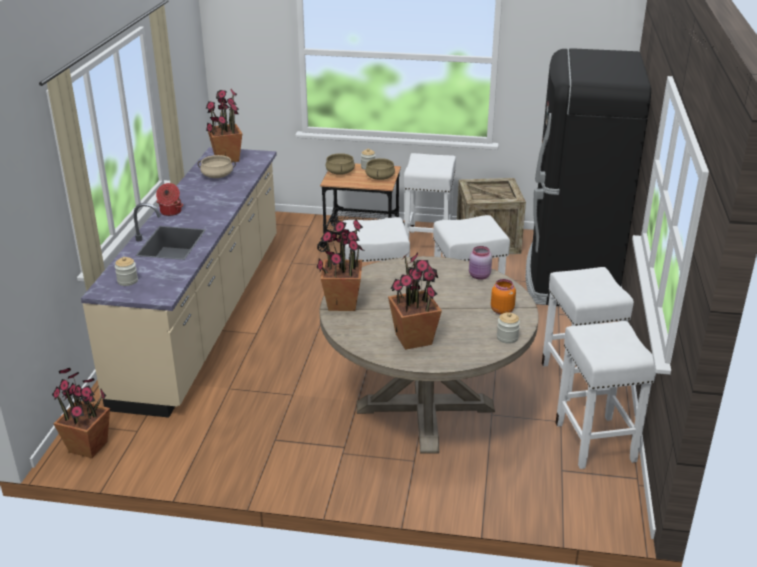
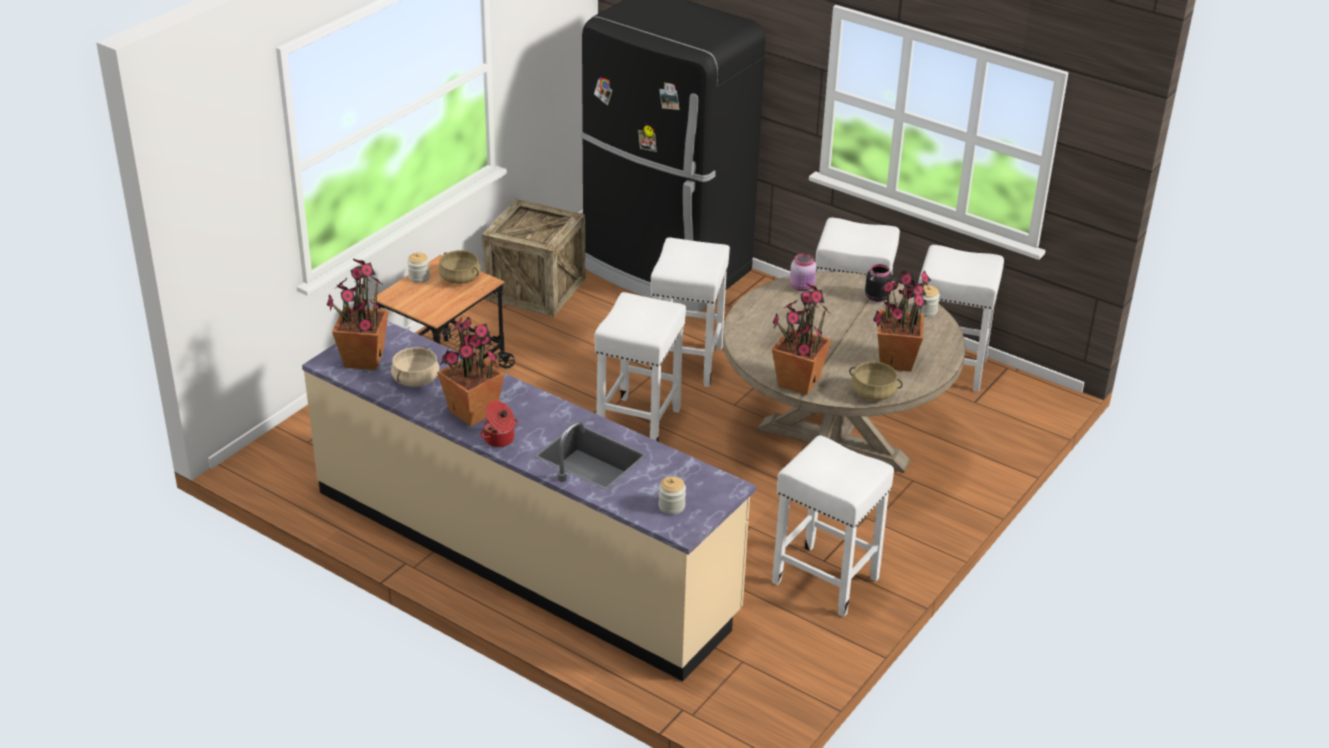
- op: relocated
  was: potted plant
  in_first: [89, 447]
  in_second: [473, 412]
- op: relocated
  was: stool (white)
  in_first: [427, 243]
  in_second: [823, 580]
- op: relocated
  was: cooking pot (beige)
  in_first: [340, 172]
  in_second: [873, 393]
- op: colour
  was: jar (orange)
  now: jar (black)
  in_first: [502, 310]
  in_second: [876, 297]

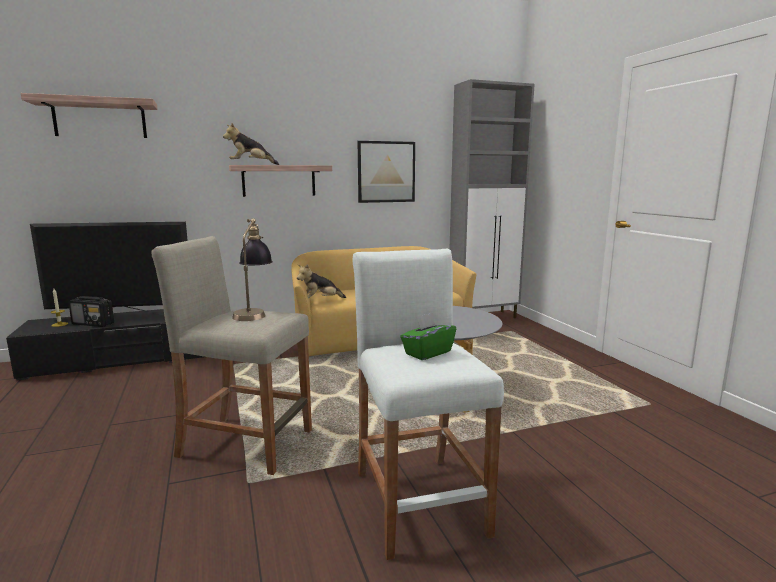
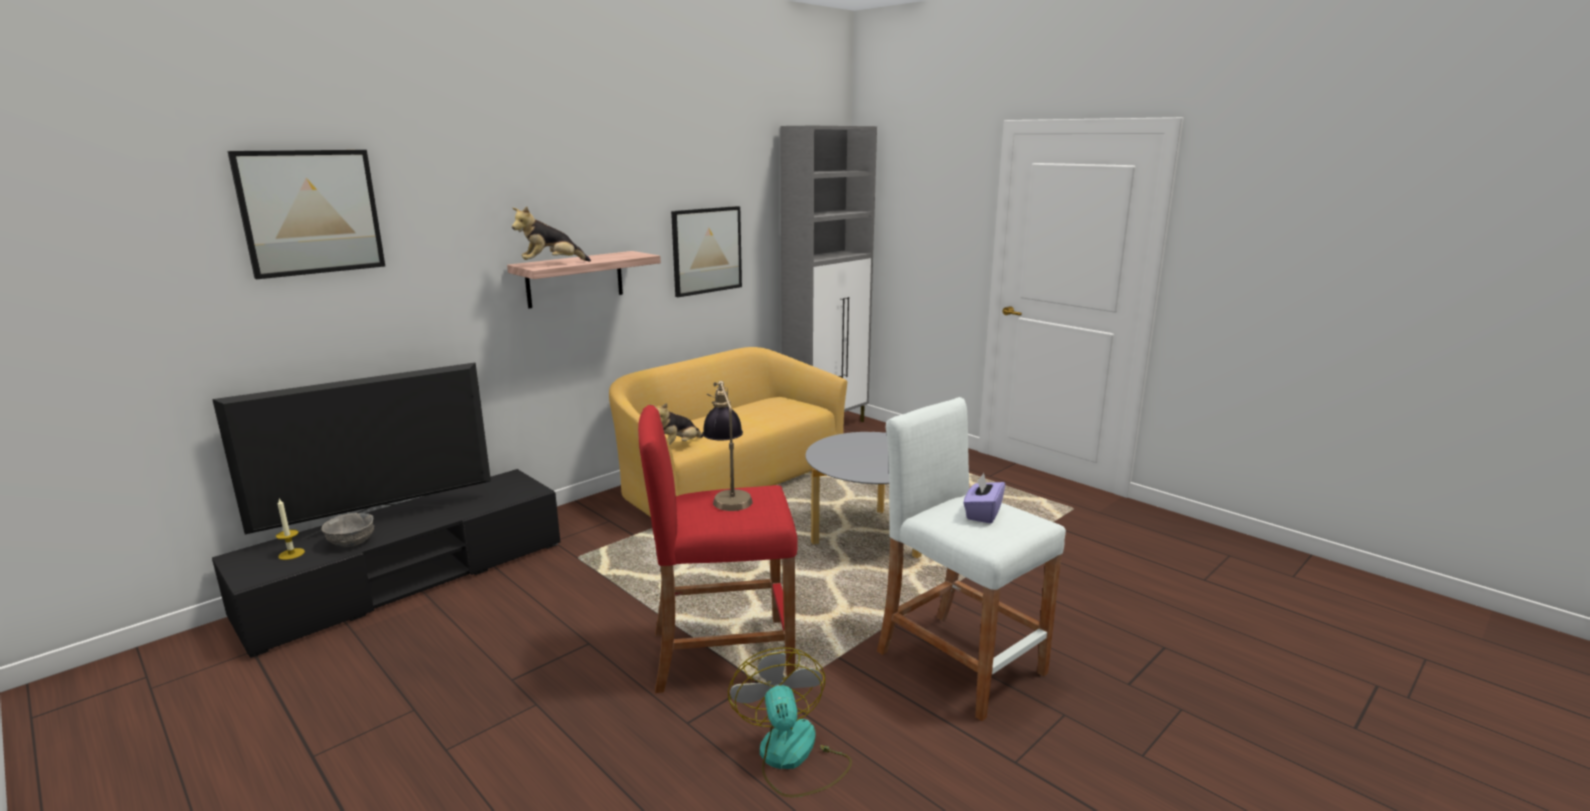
- op: exchanged
  was: shelf
  now: picture
  in_first: [100, 119]
  in_second: [311, 212]
- op: exchanged
  was: radio
  now: bowl (grey)
  in_first: [93, 324]
  in_second: [352, 542]
- op: colour
  was: stool (beige)
  now: stool (red)
  in_first: [246, 443]
  in_second: [722, 654]
- op: appeared
  now: fan
  in_second: [792, 757]
- op: colour
  was: tissue box (green)
  now: tissue box (purple)
  in_first: [427, 353]
  in_second: [982, 513]

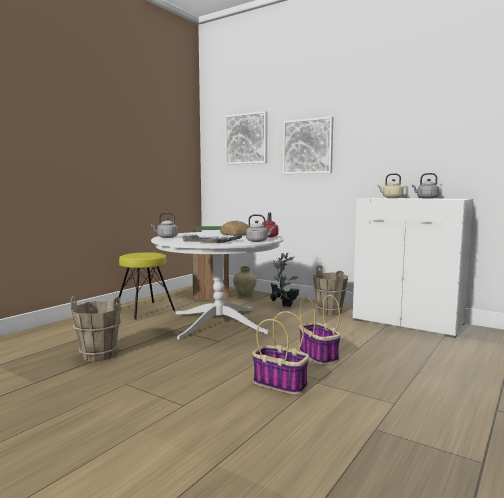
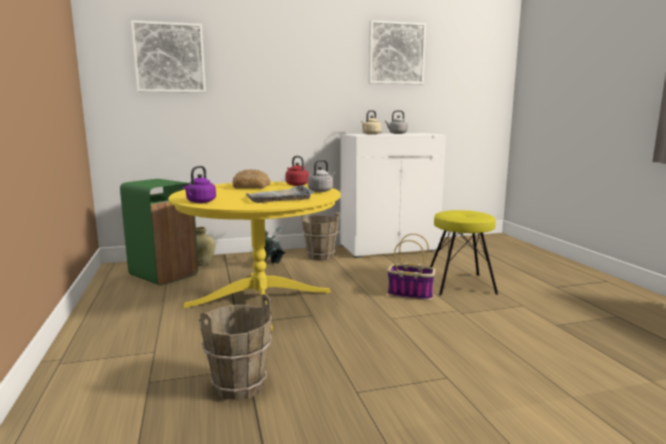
- op: colour
  was: dining table (white)
  now: dining table (yellow)
  in_first: [219, 323]
  in_second: [260, 299]
- op: colour
  was: kettle (grey)
  now: kettle (purple)
  in_first: [166, 237]
  in_second: [200, 202]
- op: relocated
  was: picture
  in_first: [308, 146]
  in_second: [396, 53]
- op: relocated
  was: stool (yellow)
  in_first: [144, 310]
  in_second: [459, 284]
- op: missing
  was: basket
  in_first: [281, 384]

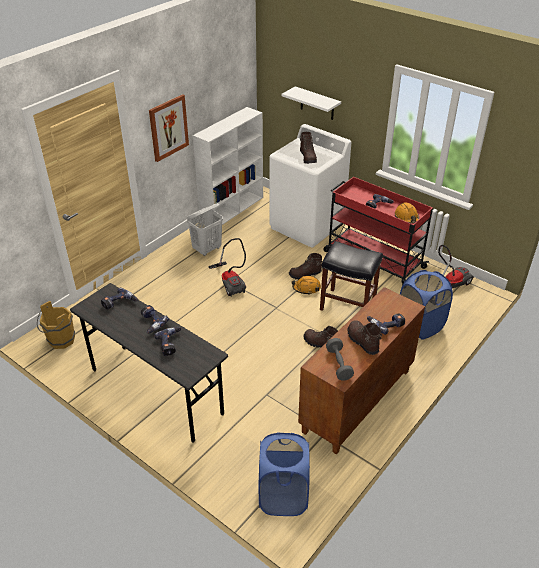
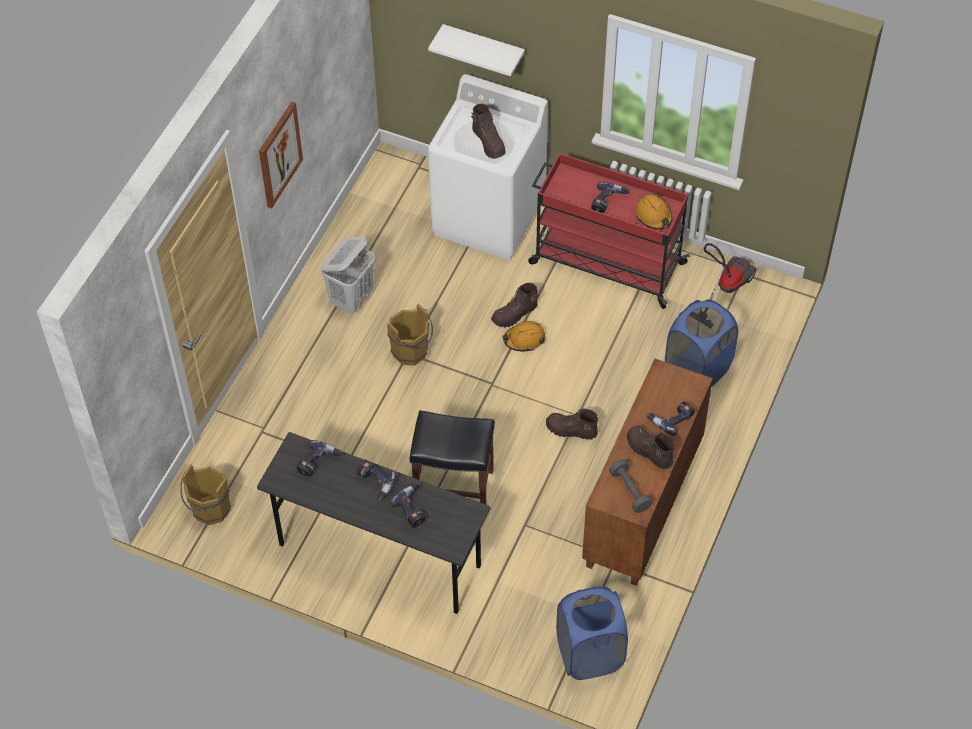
- op: exchanged
  was: vacuum cleaner
  now: bucket (brown)
  in_first: [231, 282]
  in_second: [411, 353]
- op: relocated
  was: stool (black)
  in_first: [348, 305]
  in_second: [455, 487]
- op: missing
  was: bookcase (white)
  in_first: [232, 209]

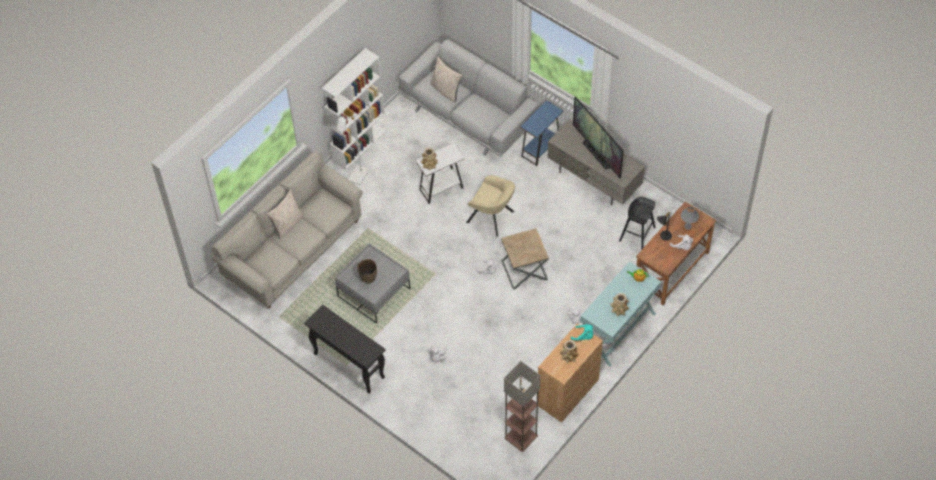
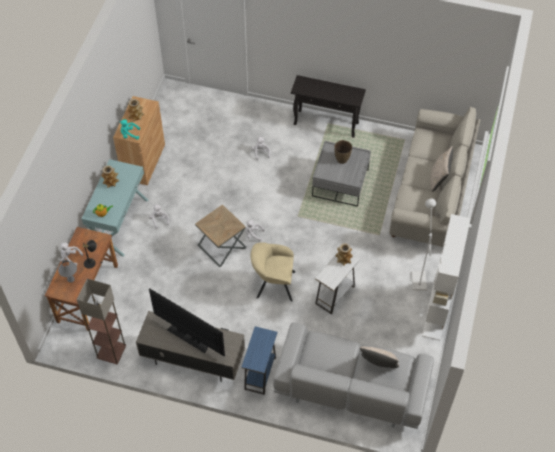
- op: relocated
  was: floor lamp
  in_first: [521, 437]
  in_second: [111, 351]
- op: missing
  was: stool (black)
  in_first: [637, 234]

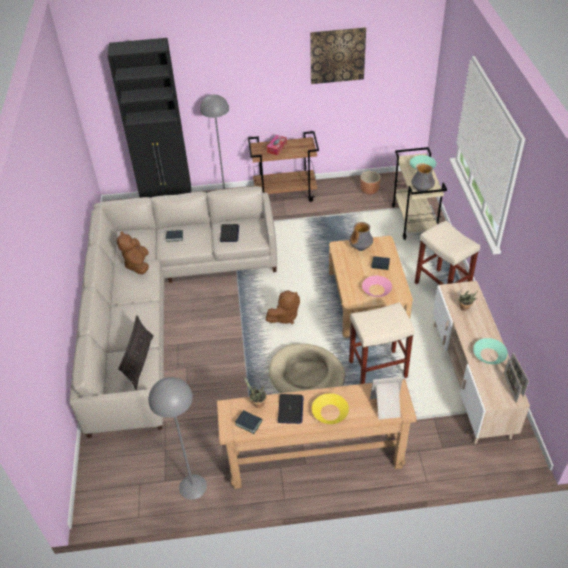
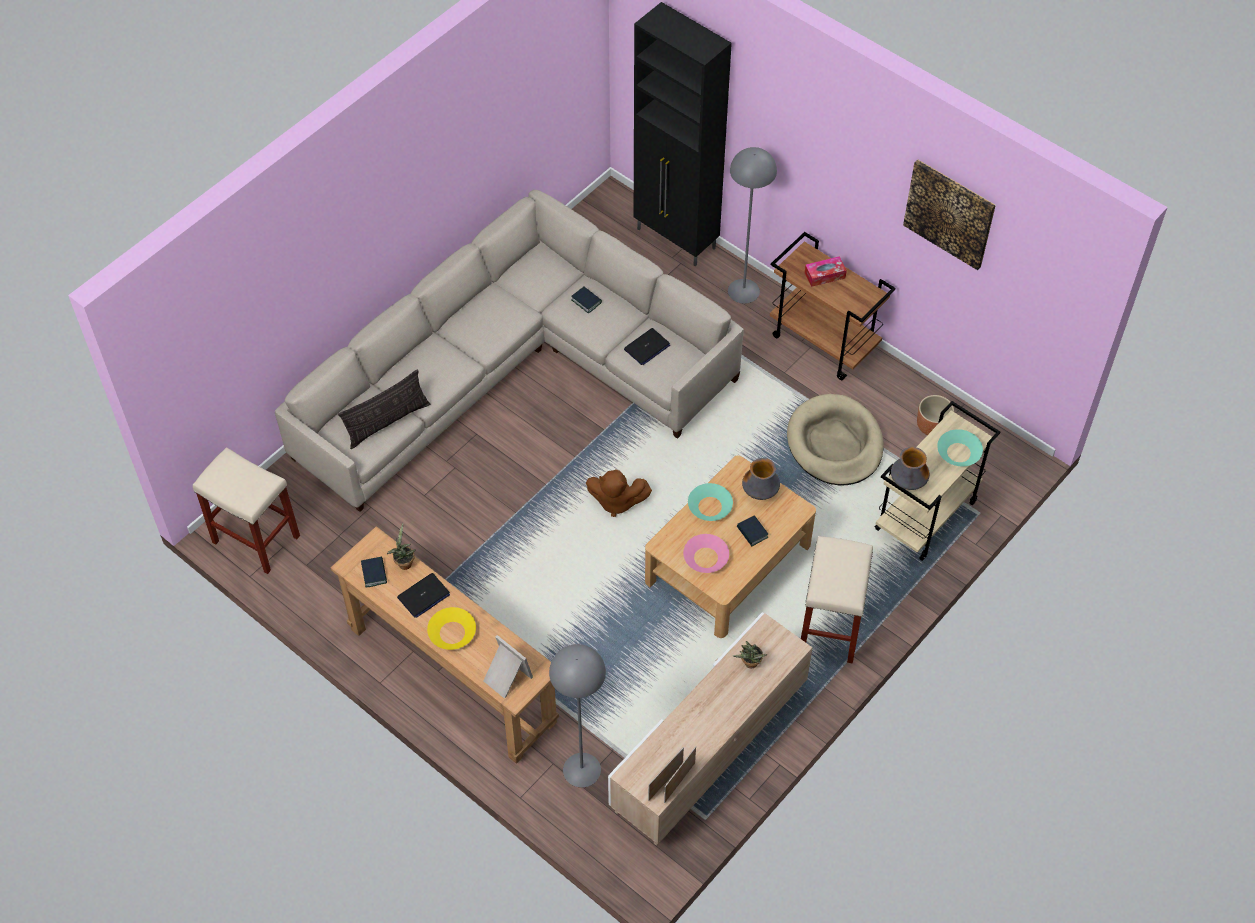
- op: relocated
  was: stool (beige)
  in_first: [377, 369]
  in_second: [255, 539]
- op: relocated
  was: floor lamp (grey)
  in_first: [193, 486]
  in_second: [582, 770]
- op: relocated
  was: bowl (turquoise)
  in_first: [489, 354]
  in_second: [710, 506]
- op: relocated
  was: dog bed (beige)
  in_first: [306, 375]
  in_second: [834, 443]
- op: missing
  was: plush toy (brown)
  in_first: [137, 265]

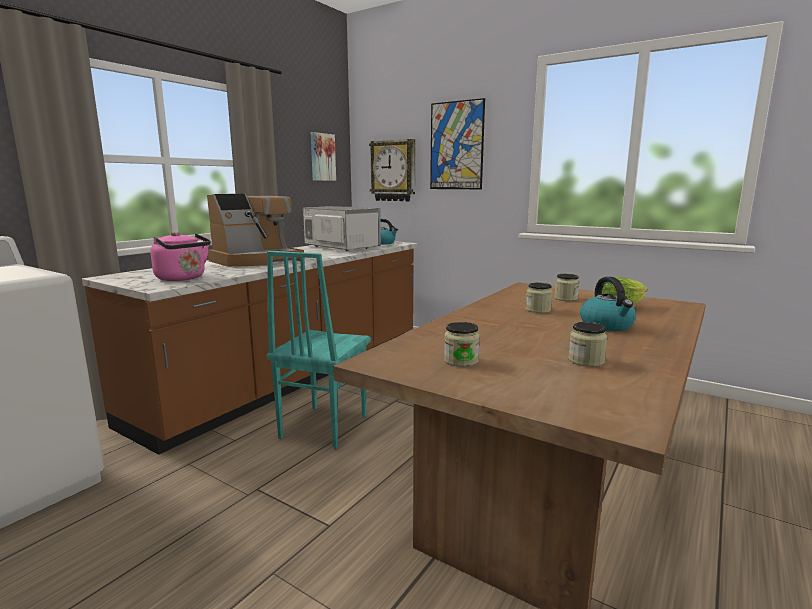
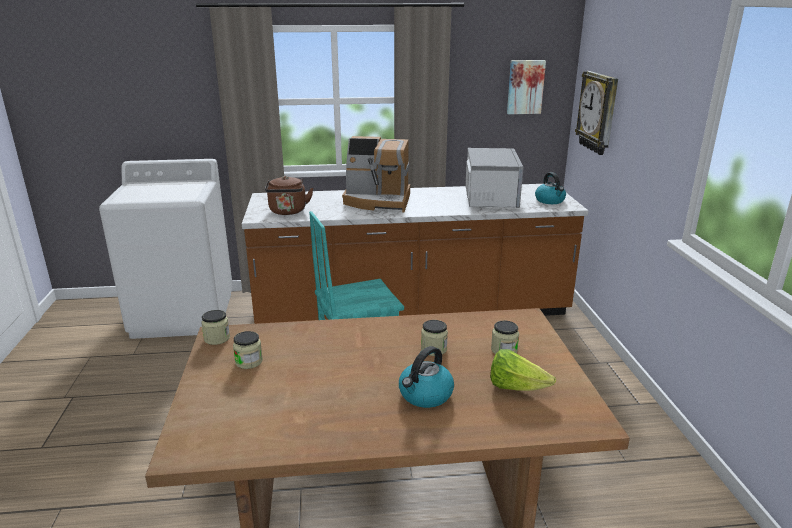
- op: relocated
  was: jar
  in_first: [586, 361]
  in_second: [217, 338]
- op: colour
  was: kettle (pink)
  now: kettle (brown)
  in_first: [183, 278]
  in_second: [288, 212]
- op: missing
  was: picture
  in_first: [456, 146]

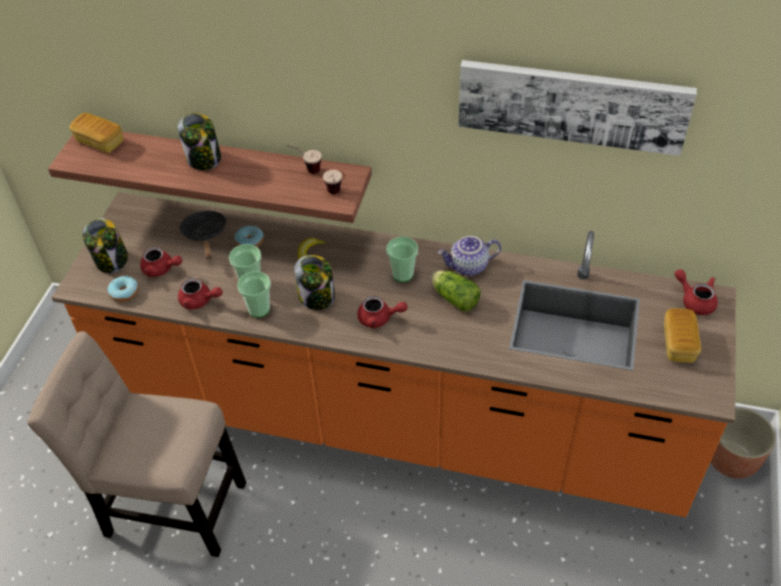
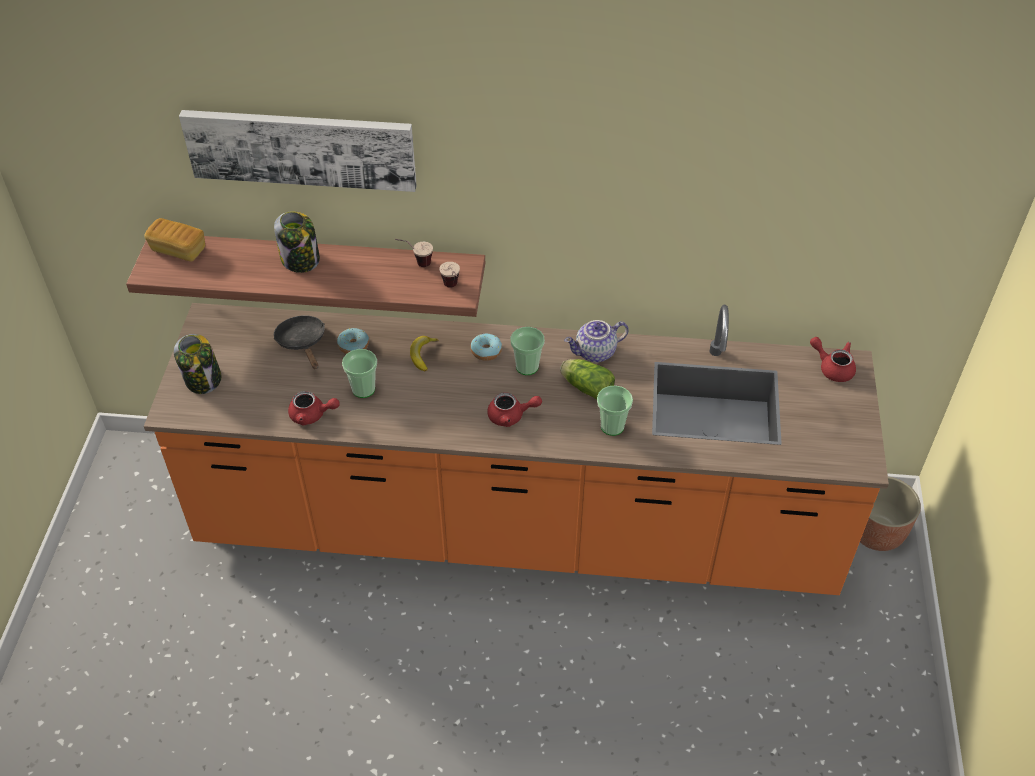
- op: relocated
  was: picture
  in_first: [572, 104]
  in_second: [301, 148]
- op: relocated
  was: donut
  in_first: [124, 293]
  in_second: [486, 351]
- op: relocated
  was: cup
  in_first: [259, 309]
  in_second: [612, 426]
- op: missing
  was: chair (beige)
  in_first: [169, 505]
- op: missing
  was: teapot (red)
  in_first: [161, 269]
- op: missing
  was: jar
  in_first: [317, 297]
- op: missing
  was: bread
  in_first: [678, 344]

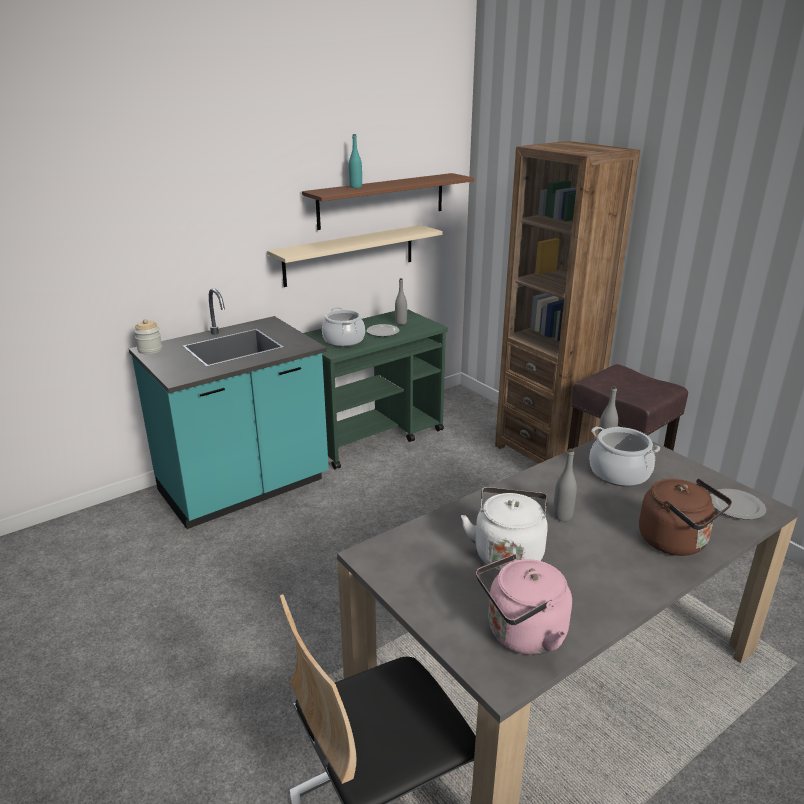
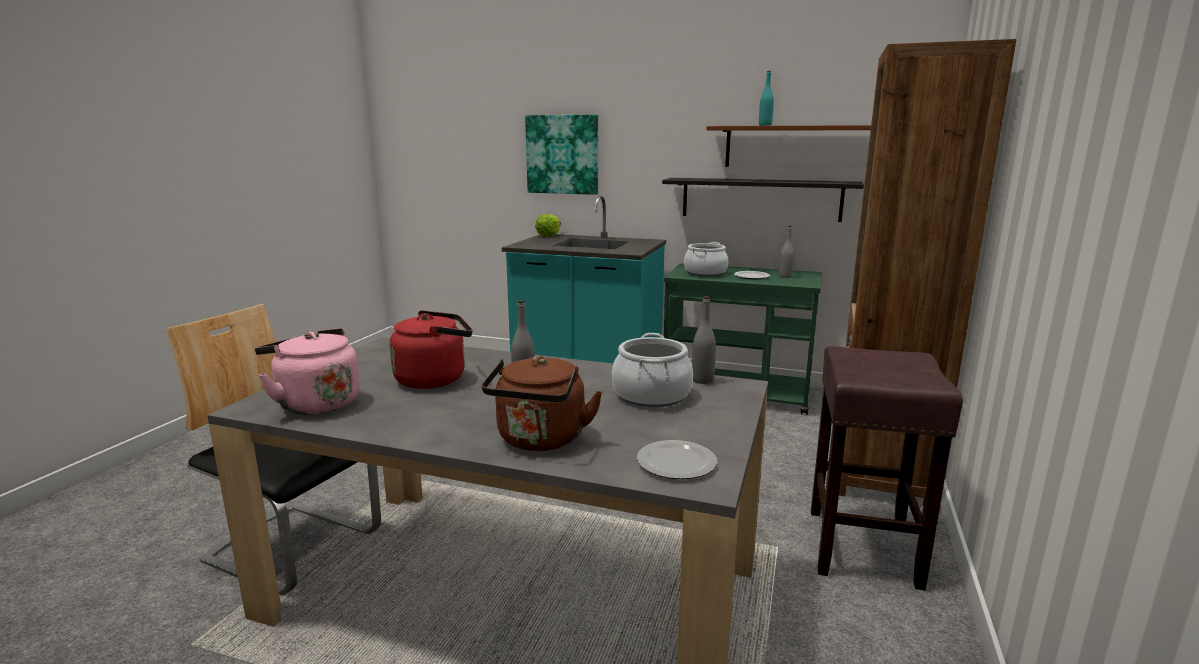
- op: colour
  was: kettle (white)
  now: kettle (red)
  in_first: [508, 553]
  in_second: [435, 379]
- op: appeared
  now: picture
  in_second: [563, 154]
- op: exchanged
  was: jar
  now: lettuce
  in_first: [150, 350]
  in_second: [548, 235]
- op: colour
  was: shelf (beige)
  now: shelf (black)
  in_first: [350, 255]
  in_second: [760, 199]

